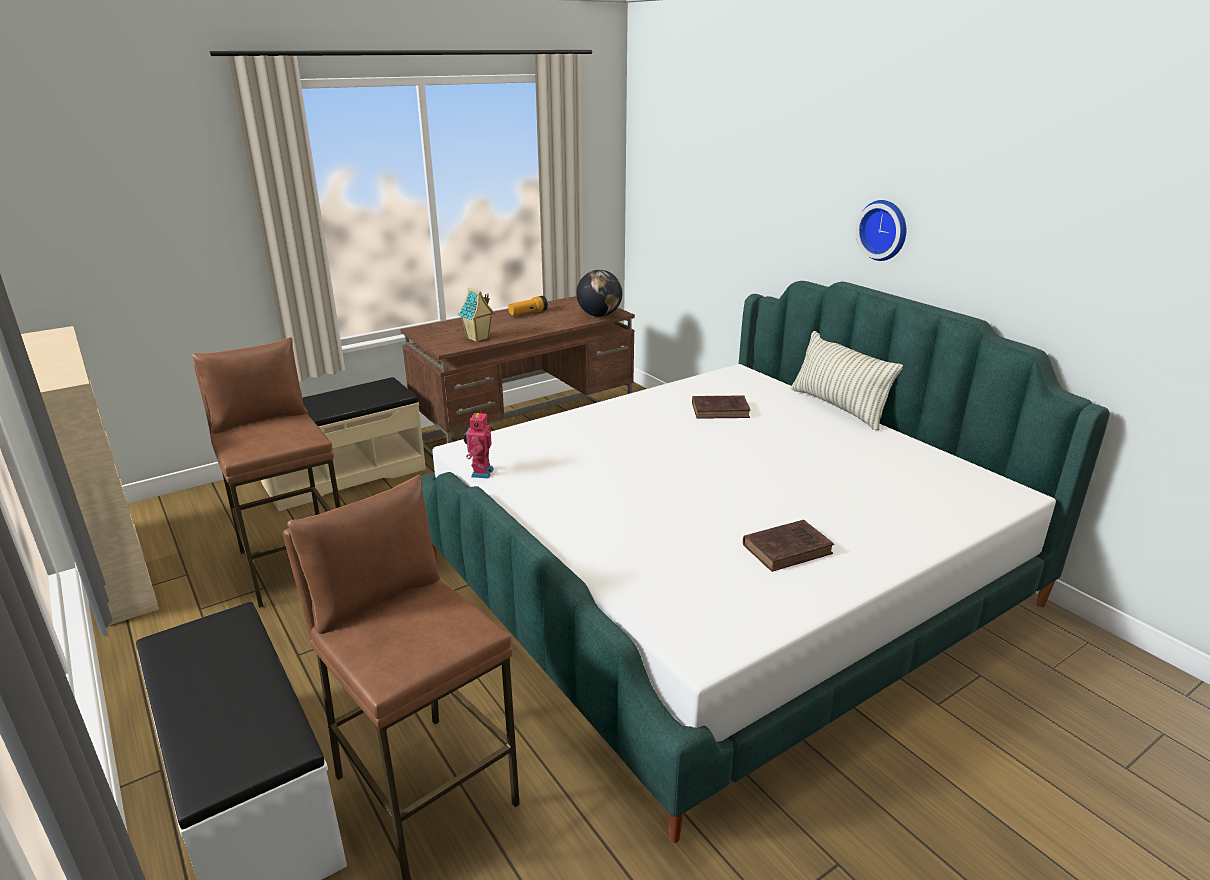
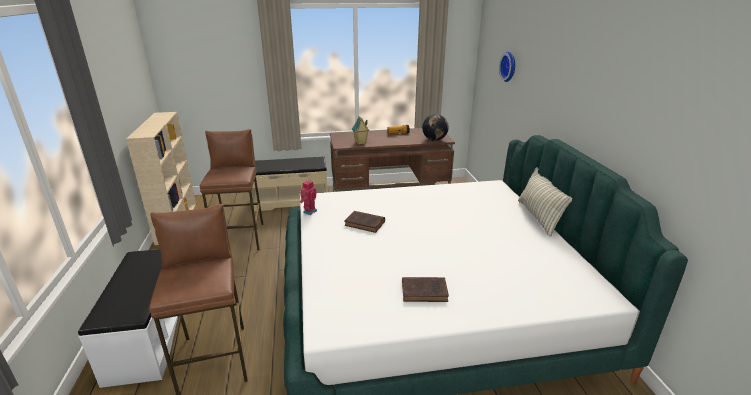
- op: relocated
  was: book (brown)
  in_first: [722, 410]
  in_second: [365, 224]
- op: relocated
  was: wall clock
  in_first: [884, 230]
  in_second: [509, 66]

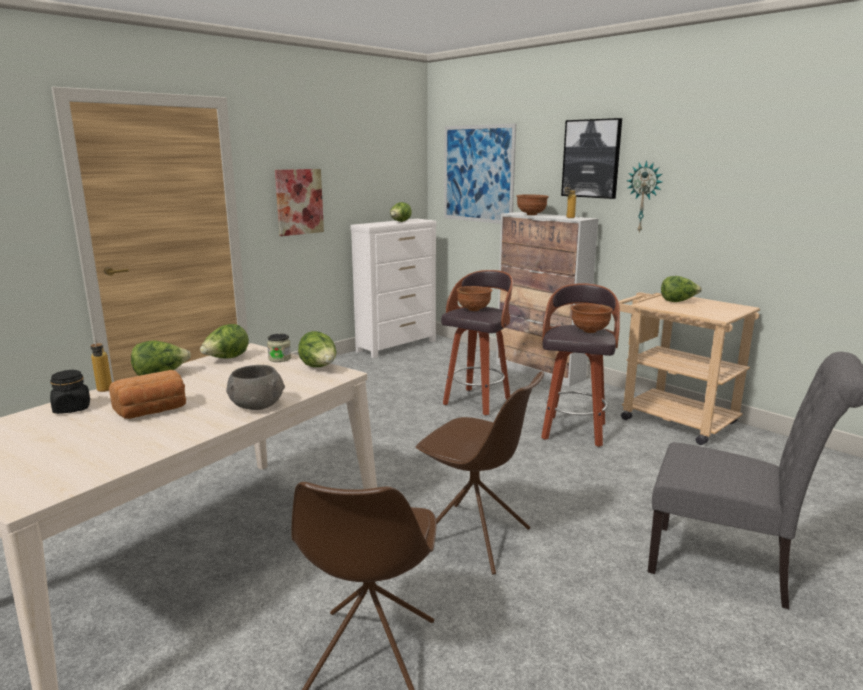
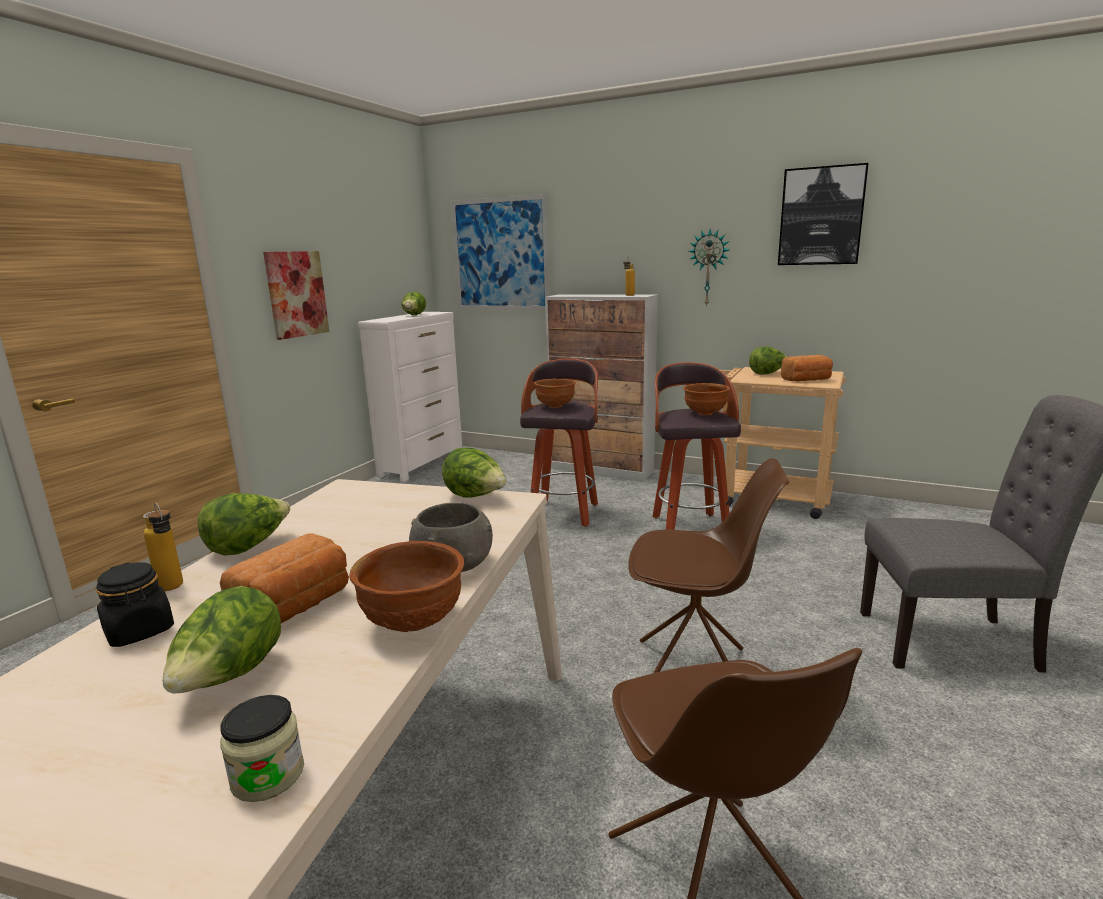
- op: relocated
  was: lettuce
  in_first: [226, 359]
  in_second: [230, 678]
- op: relocated
  was: jar
  in_first: [279, 359]
  in_second: [268, 775]
- op: relocated
  was: bowl (brown)
  in_first: [531, 214]
  in_second: [414, 623]
- op: relocated
  was: picture
  in_first: [591, 158]
  in_second: [821, 216]
- op: appeared
  now: bread
  in_second: [807, 380]

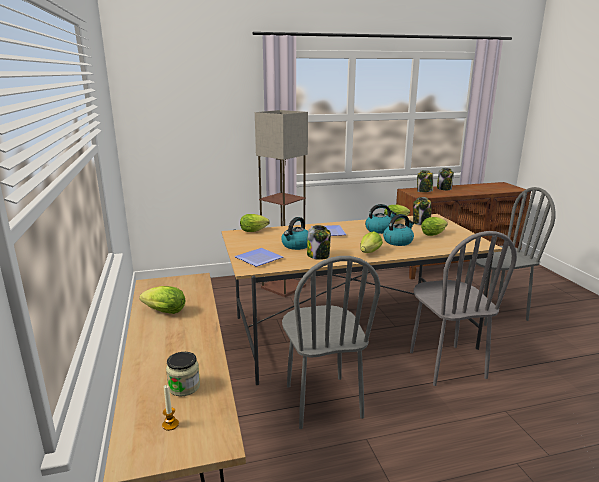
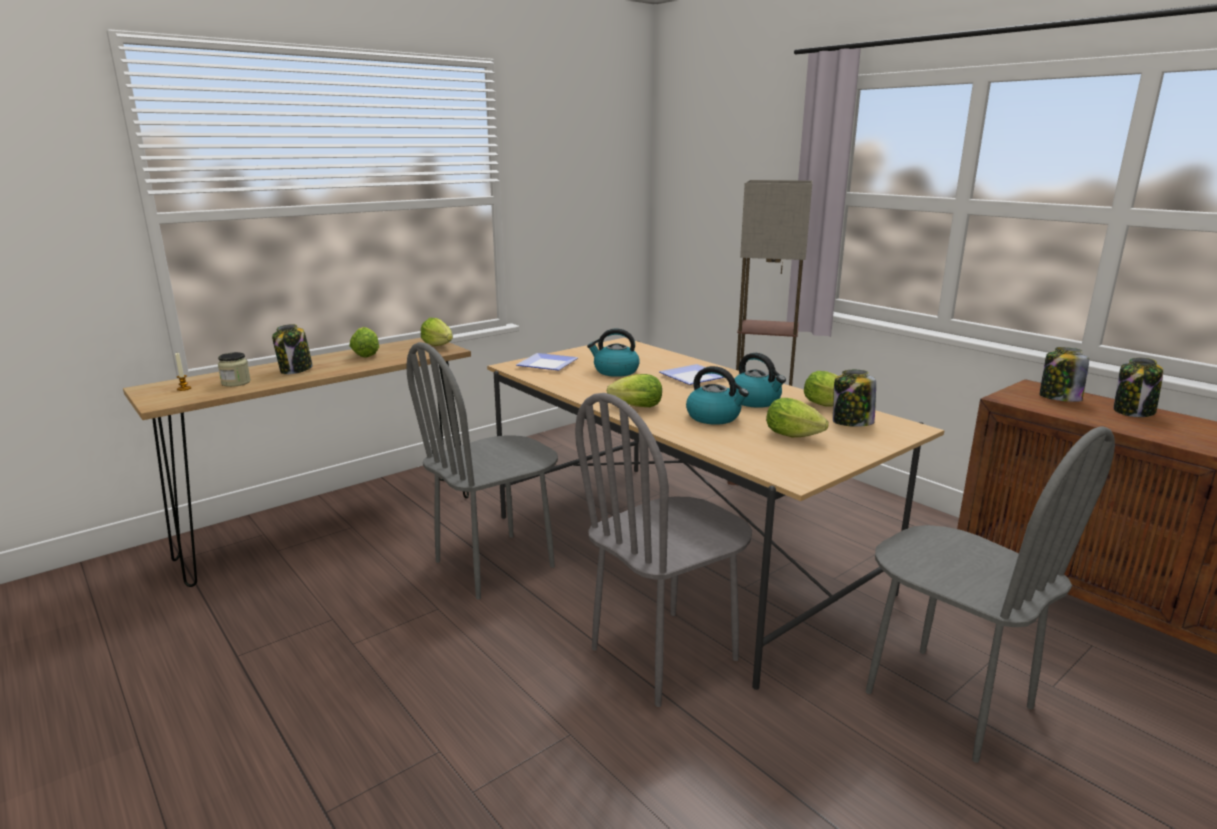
- op: relocated
  was: jar
  in_first: [318, 256]
  in_second: [296, 370]
- op: relocated
  was: lettuce
  in_first: [255, 231]
  in_second: [439, 346]

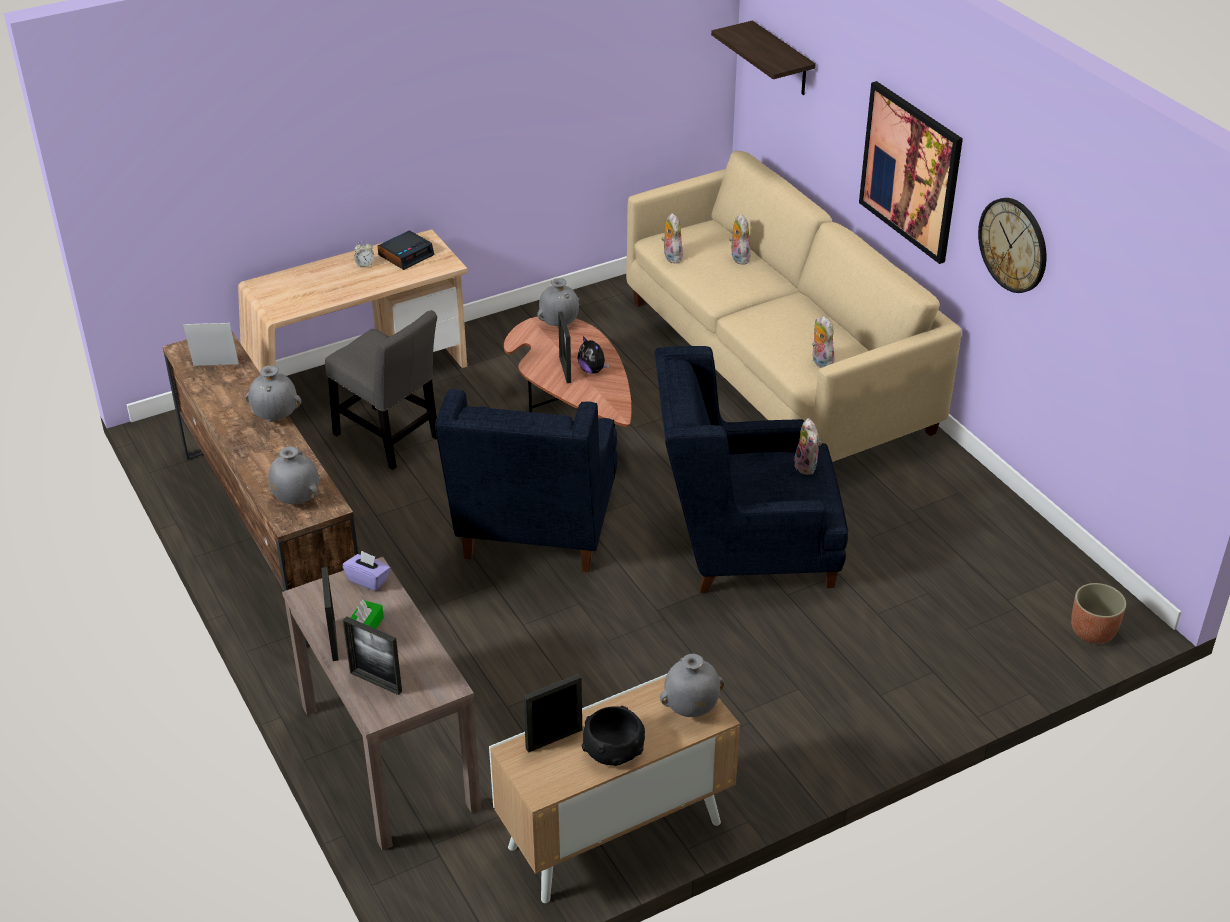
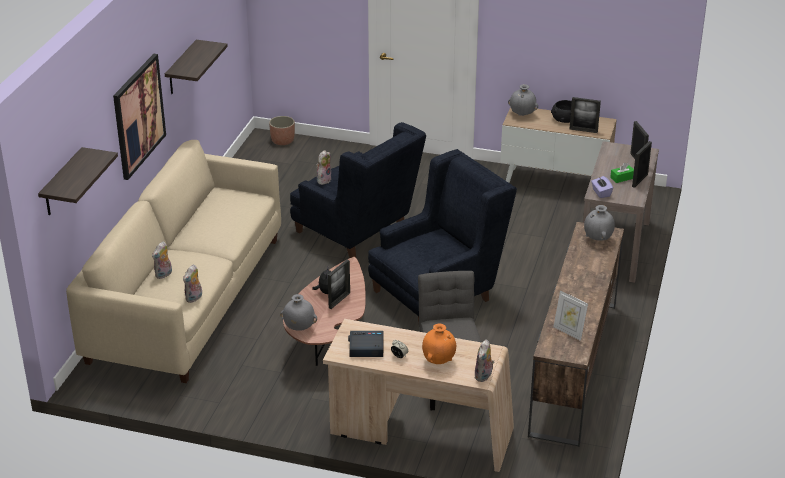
- op: exchanged
  was: wall clock
  now: shelf
  in_first: [1013, 245]
  in_second: [181, 68]
- op: appeared
  now: vase (orange)
  in_second: [439, 361]
- op: relocated
  was: plush toy
  in_first: [820, 362]
  in_second: [484, 376]
- op: missing
  was: vase (grey)
  in_first: [276, 417]

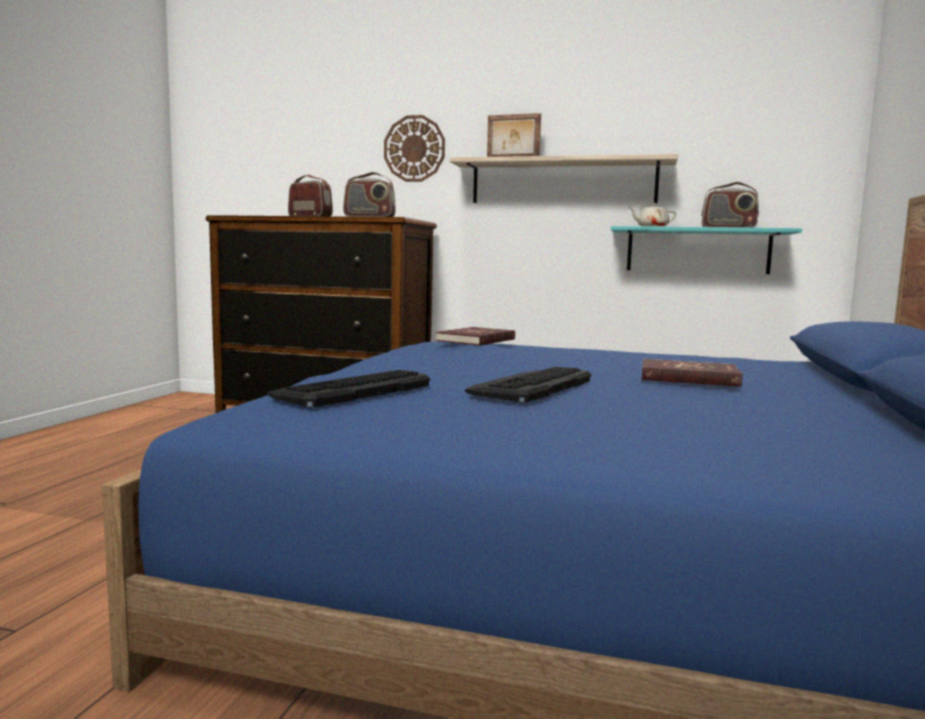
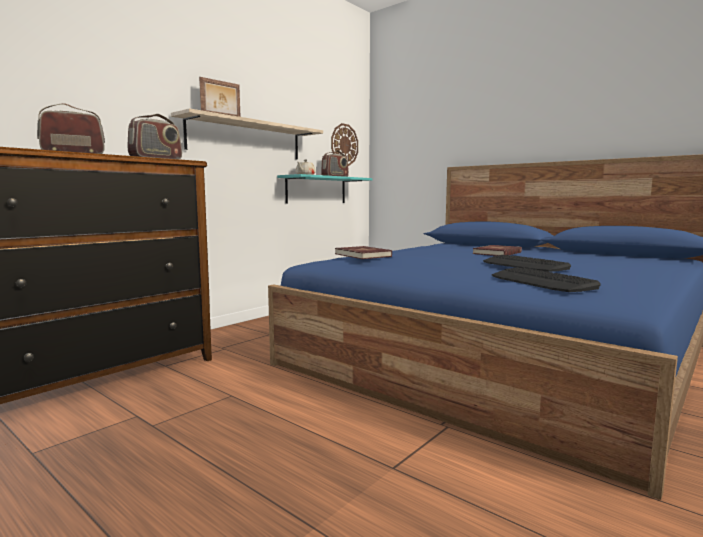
- op: relocated
  was: wall clock
  in_first: [414, 148]
  in_second: [344, 145]

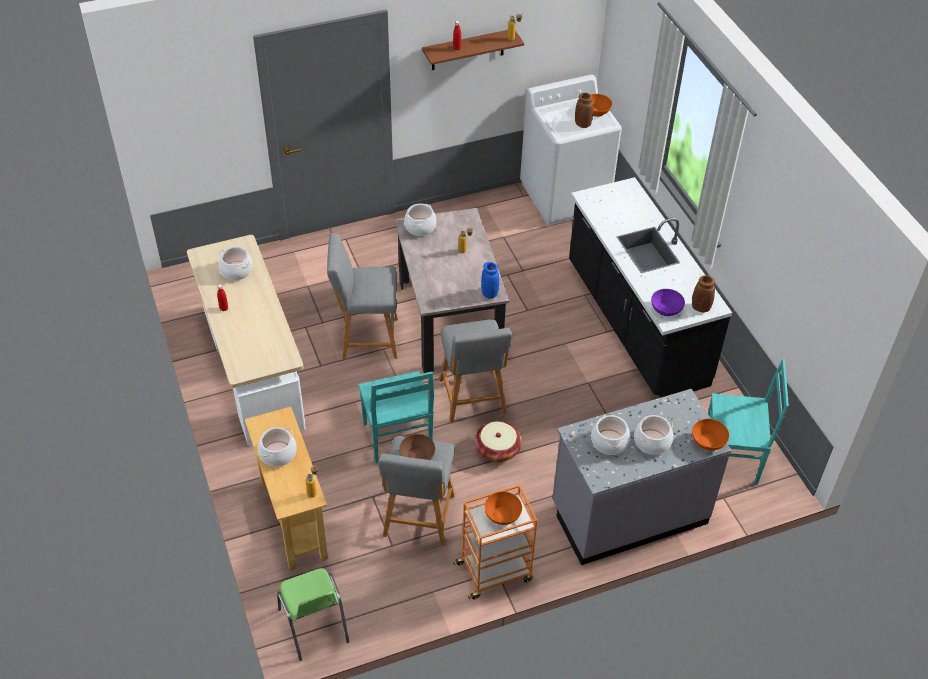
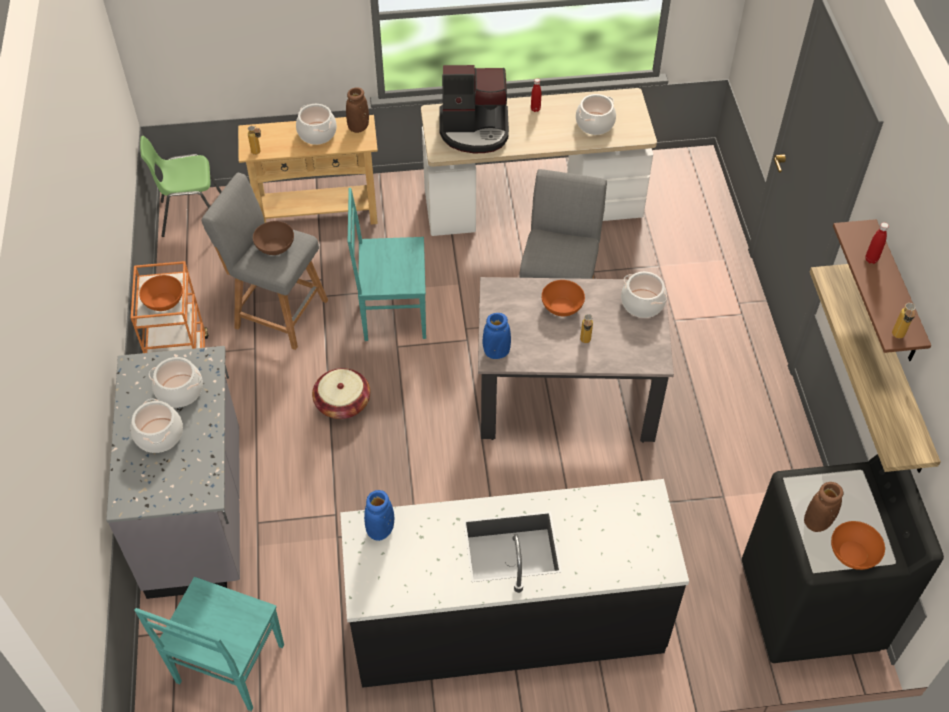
- op: relocated
  was: vase (brown)
  in_first: [700, 307]
  in_second: [358, 127]
- op: exchanged
  was: bowl (purple)
  now: vase (blue)
  in_first: [666, 309]
  in_second: [380, 530]
- op: appeared
  now: coffee machine
  in_second: [475, 130]
- op: relocated
  was: bowl (orange)
  in_first: [708, 442]
  in_second: [562, 306]
- op: colour
  was: washing machine (white)
  now: washing machine (black)
  in_first: [565, 196]
  in_second: [811, 606]
- op: appeared
  now: shelf
  in_second: [891, 370]
- op: missing
  was: stool (grey)
  in_first: [473, 399]

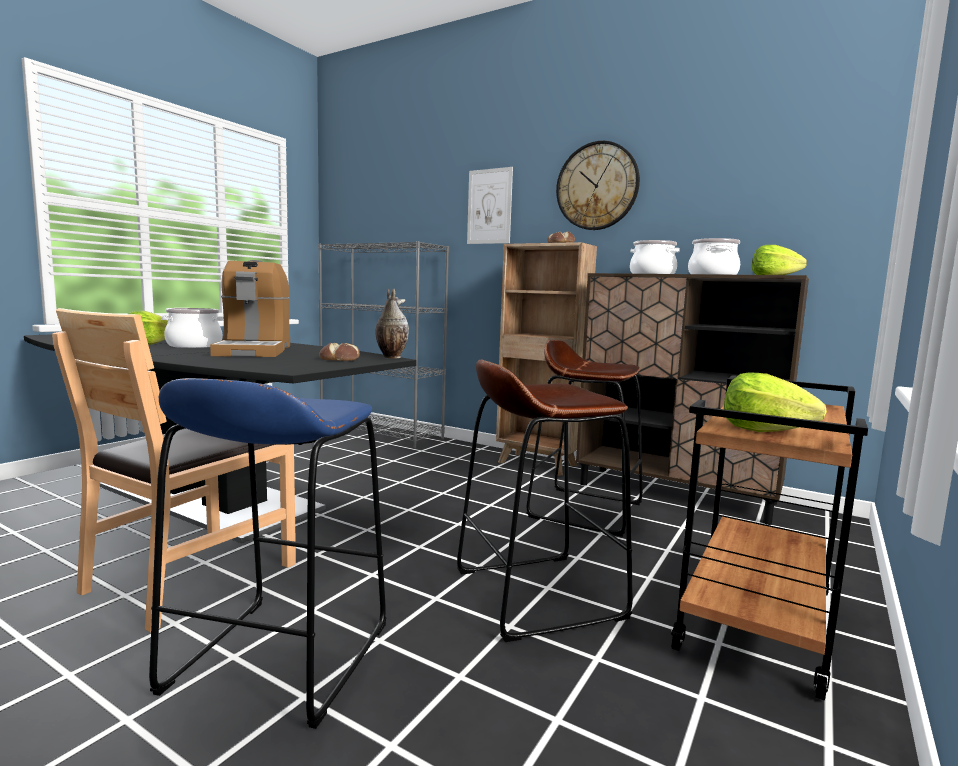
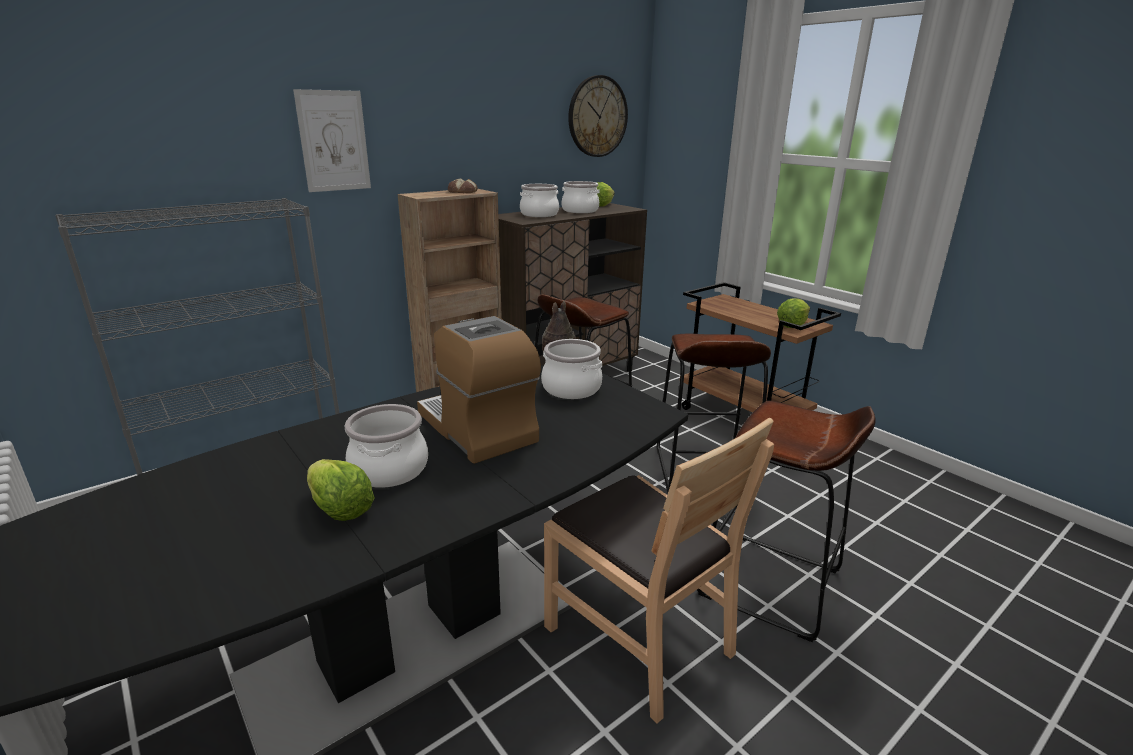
- op: spun
  was: coffee machine
  in_first: [254, 351]
  in_second: [477, 428]
  clockwise: -135
- op: exchanged
  was: bread
  now: cooking pot
  in_first: [340, 359]
  in_second: [571, 389]
- op: relocated
  was: wall clock
  in_first: [597, 186]
  in_second: [597, 116]
- op: colour
  was: stool (blue)
  now: stool (brown)
  in_first: [279, 657]
  in_second: [770, 583]

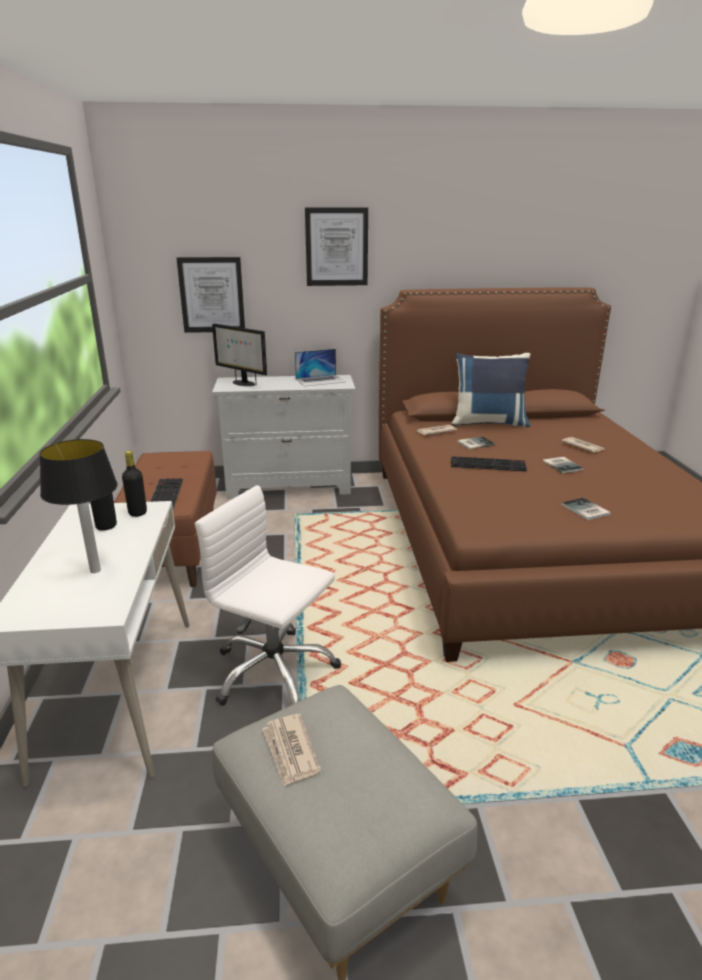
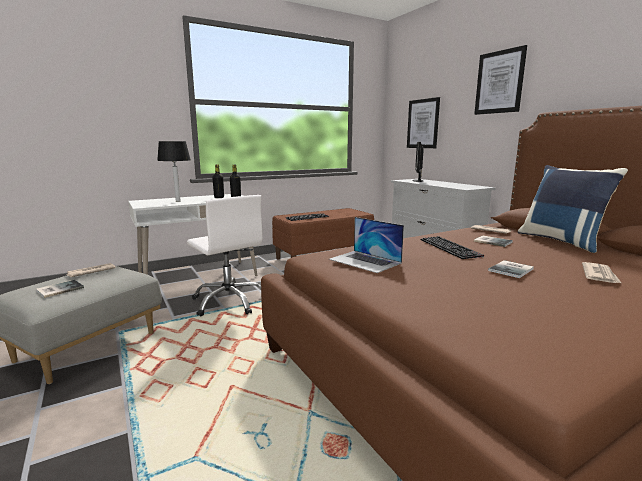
- op: relocated
  was: book
  in_first: [585, 510]
  in_second: [58, 289]
- op: spun
  was: office chair (white)
  in_first: [273, 672]
  in_second: [229, 301]
  clockwise: 135
- op: relocated
  was: laptop
  in_first: [320, 380]
  in_second: [365, 261]

